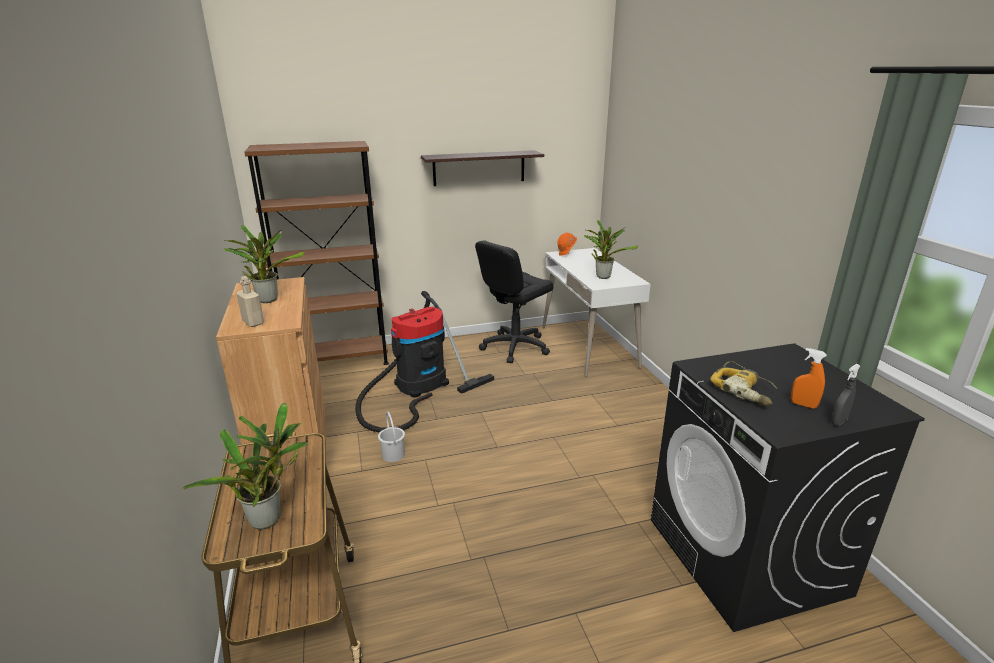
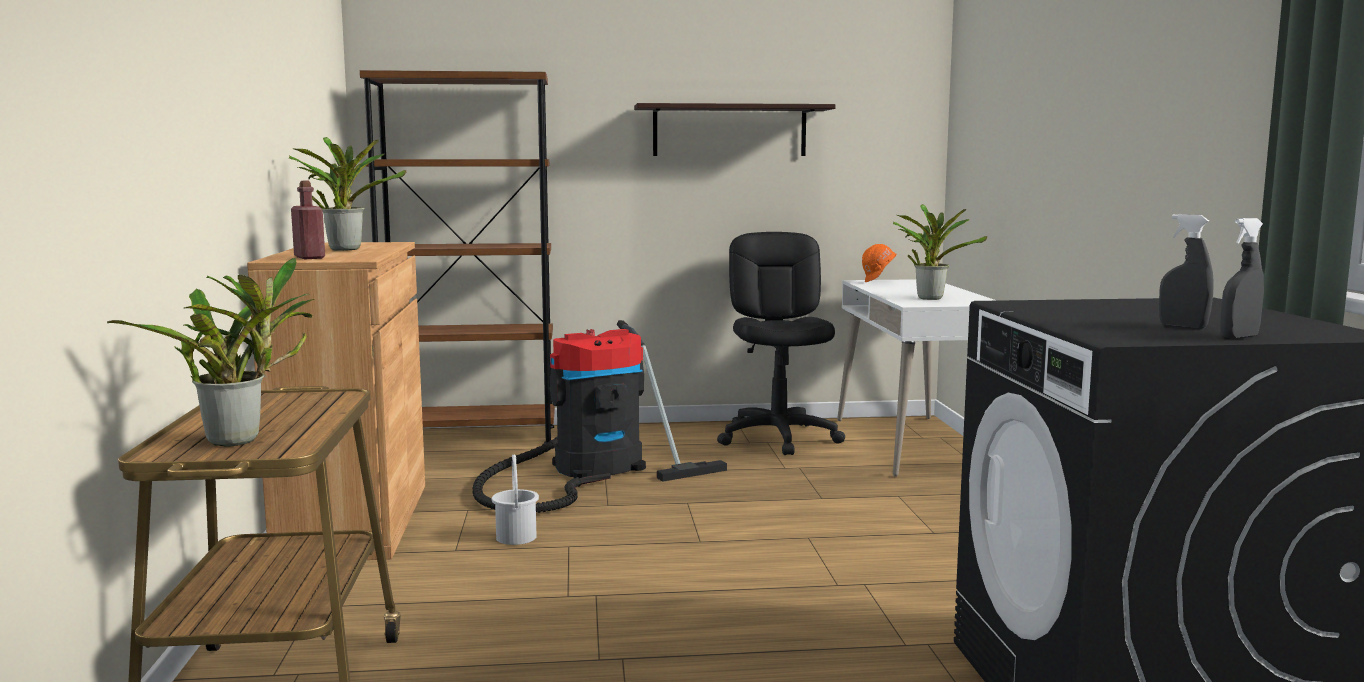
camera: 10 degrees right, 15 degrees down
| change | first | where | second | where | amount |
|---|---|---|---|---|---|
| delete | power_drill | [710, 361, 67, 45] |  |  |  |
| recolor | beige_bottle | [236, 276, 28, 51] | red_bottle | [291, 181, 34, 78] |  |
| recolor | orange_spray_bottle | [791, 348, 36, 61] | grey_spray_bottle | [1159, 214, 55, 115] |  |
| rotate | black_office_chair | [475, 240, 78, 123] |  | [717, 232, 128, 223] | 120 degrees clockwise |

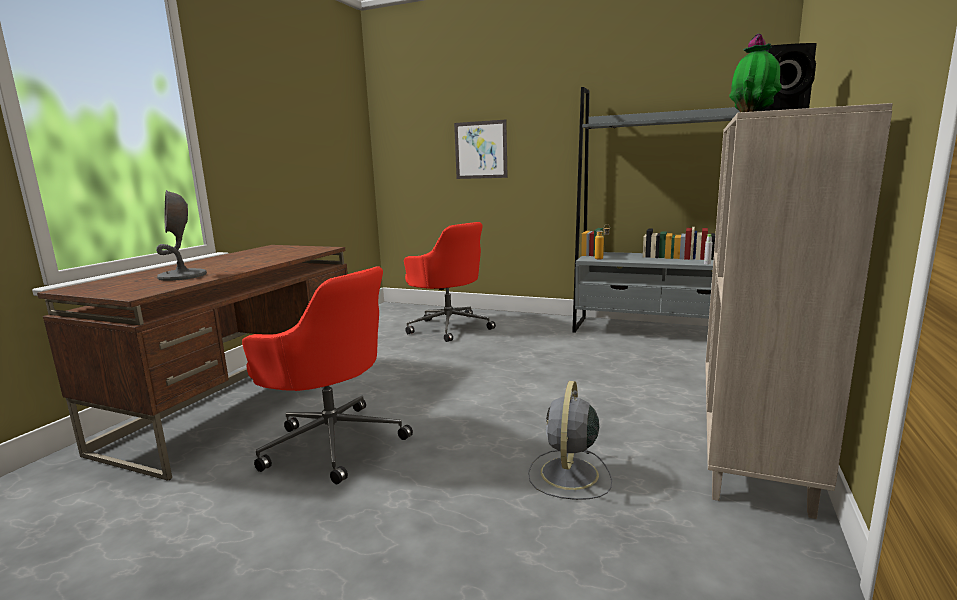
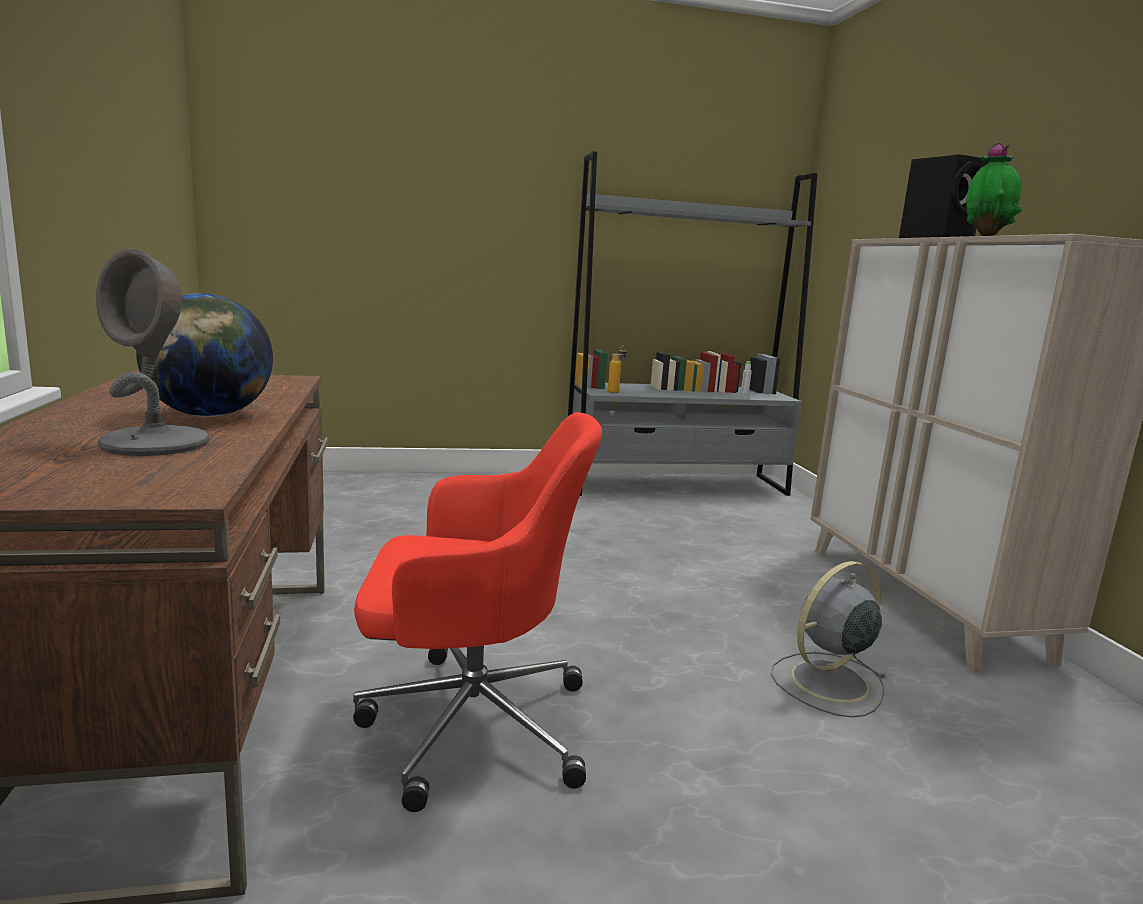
camera: 35 degrees left, 0 degrees up
| change | first | where | second | where | amount |
|---|---|---|---|---|---|
| delete | red_office_chair | [404, 222, 92, 120] |  |  |  |
| delete | picture | [454, 120, 54, 59] |  |  |  |
| insert |  |  | globe | [136, 293, 137, 124] |  |
| rotate | grey_fan | [528, 381, 84, 119] |  | [771, 561, 115, 156] | 75 degrees clockwise |

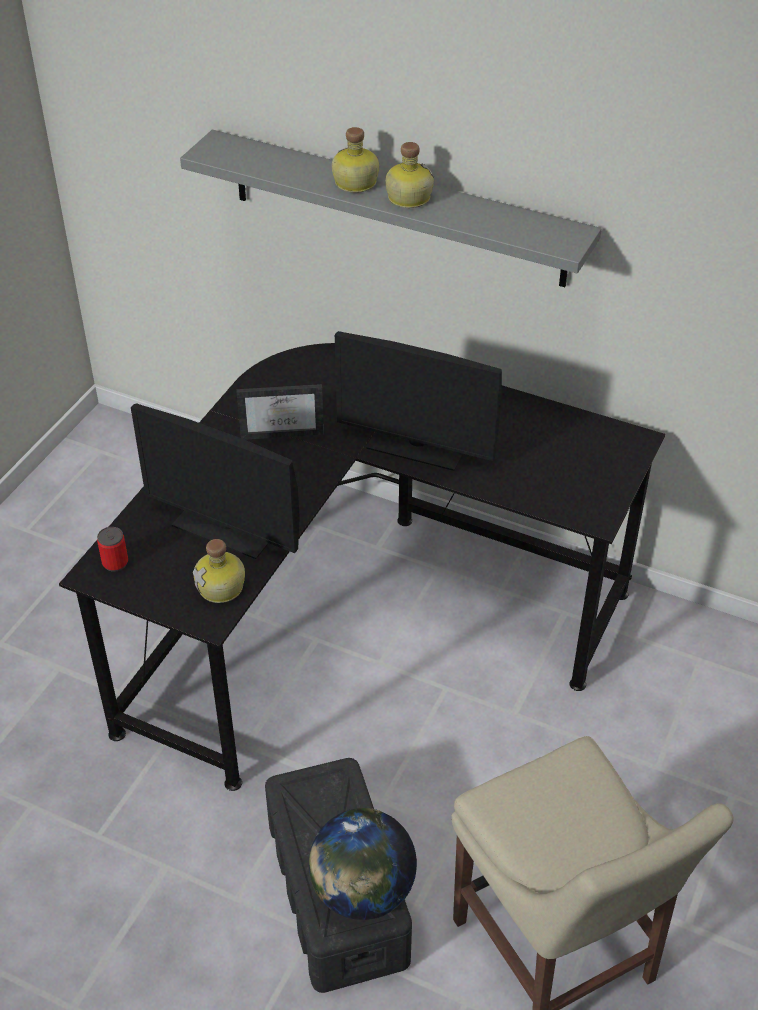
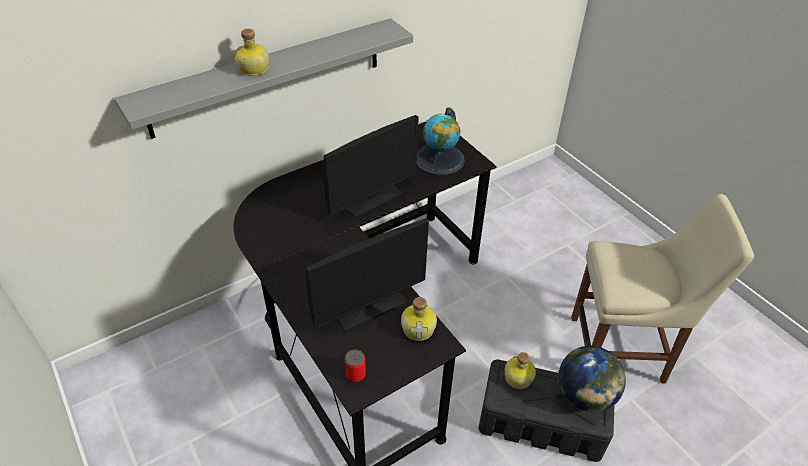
camera: 60 degrees left, 0 degrees up
| change | first | where | second | where | amount |
|---|---|---|---|---|---|
| delete | picture_frame | [236, 384, 88, 56] |  |  |  |
| insert |  |  | globe | [417, 108, 48, 67] |  |
| move | bottle | [385, 142, 49, 66] |  | [505, 352, 31, 37] |  |

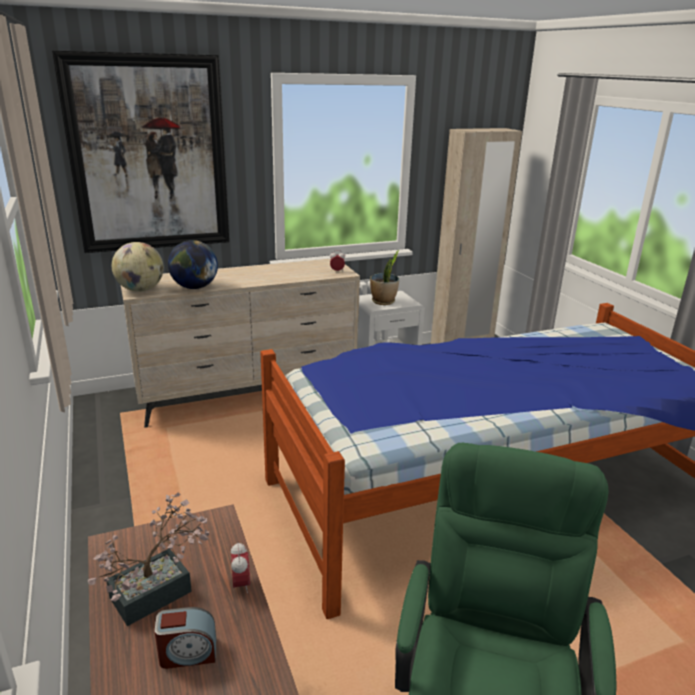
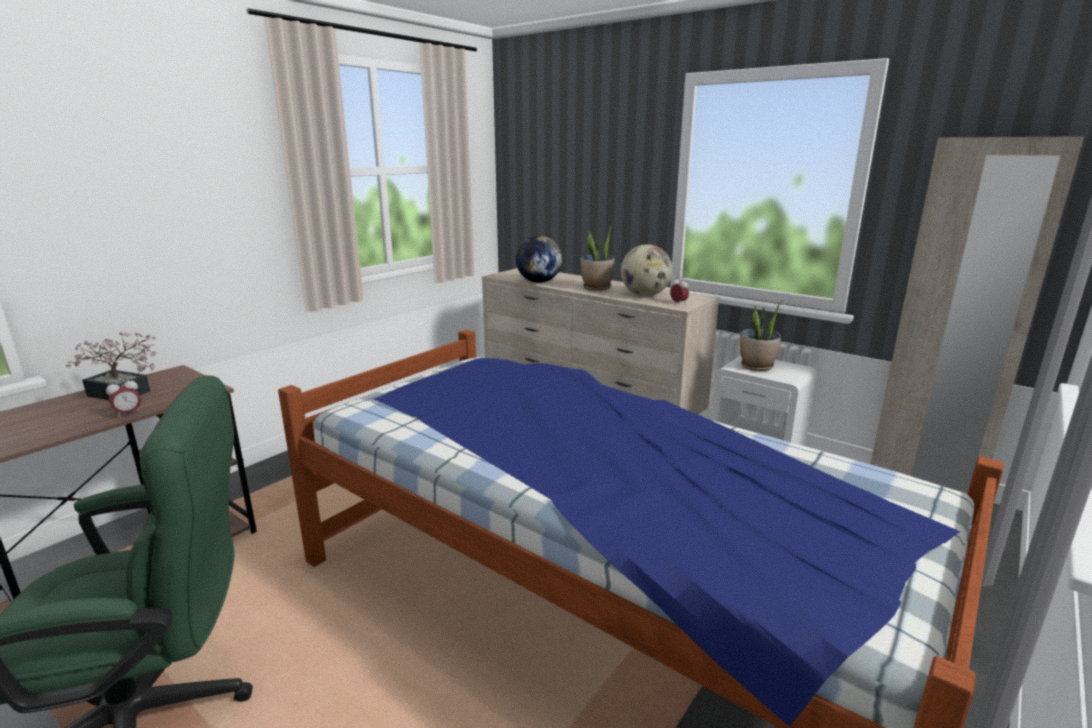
camera: 60 degrees right, 5 degrees down
| change | first | where | second | where | amount |
|---|---|---|---|---|---|
| delete | picture | [52, 50, 177, 203] |  |  |  |
| delete | alarm_clock | [154, 607, 62, 62] |  |  |  |
| insert |  |  | potted_plant | [580, 224, 35, 66] |  |
| move | globe | [112, 242, 52, 50] |  | [621, 244, 52, 52] |  |

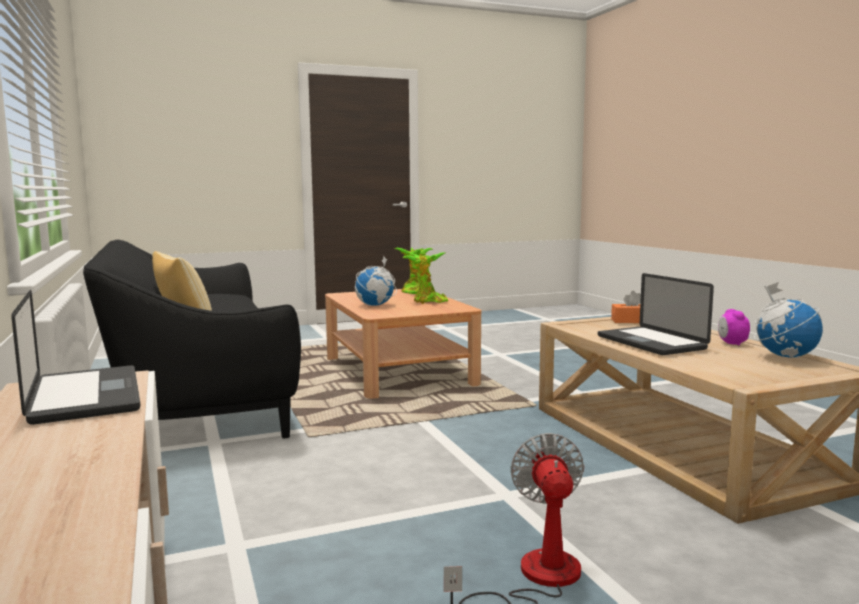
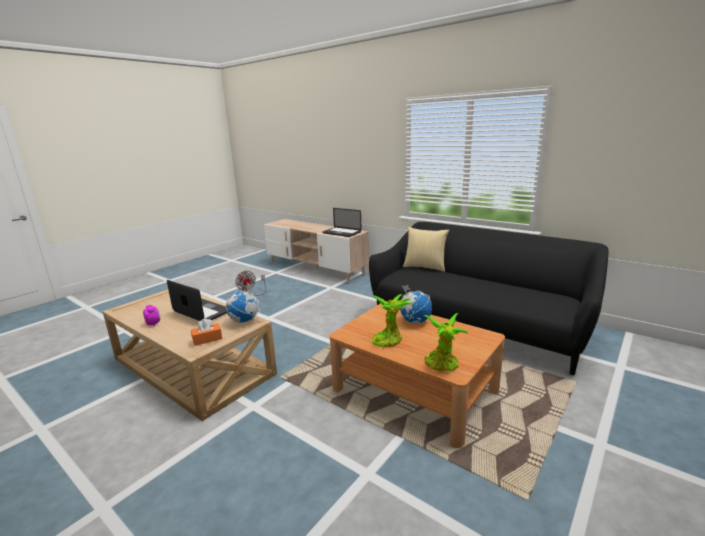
camera: 150 degrees right, 10 degrees up
| change | first | where | second | where | amount |
|---|---|---|---|---|---|
| move | globe | [754, 282, 69, 76] |  | [226, 282, 34, 41] |  |

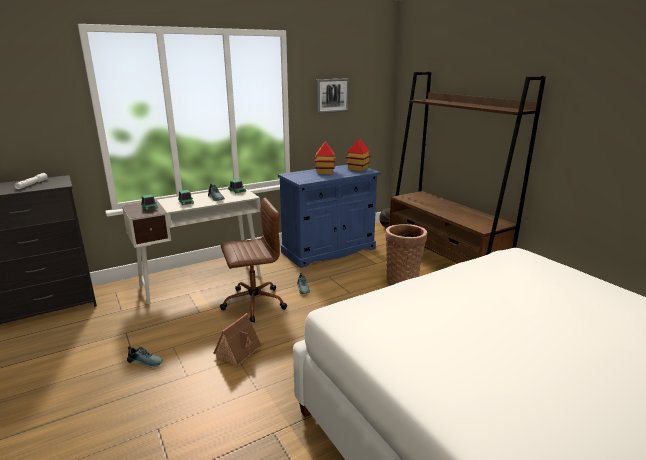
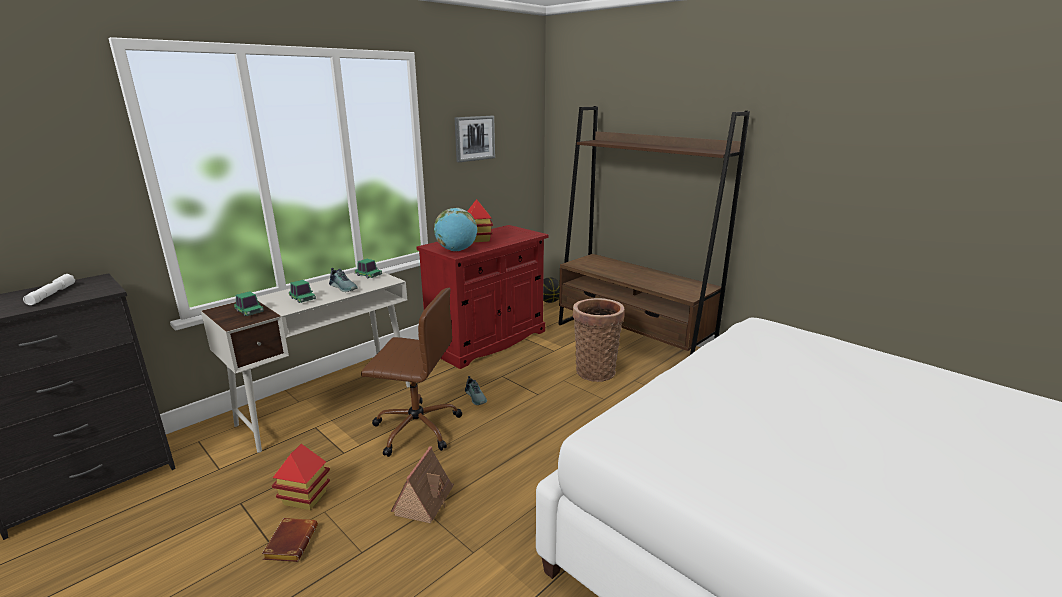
camera: 15 degrees left, 0 degrees up
| change | first | where | second | where | amount |
|---|---|---|---|---|---|
| insert |  |  | globe | [434, 208, 43, 43] |  |
| move | toy_house | [346, 139, 25, 32] |  | [272, 444, 58, 66] |  |
| replace | shoe | [127, 346, 36, 22] | brown_book | [262, 518, 56, 44] |  |
| recolor | blue_cabinet | [278, 165, 103, 103] | red_cabinet | [416, 225, 133, 144] |  |
| rotate | brown_office_chair | [220, 197, 67, 126] |  | [361, 288, 101, 169] | 45 degrees clockwise |

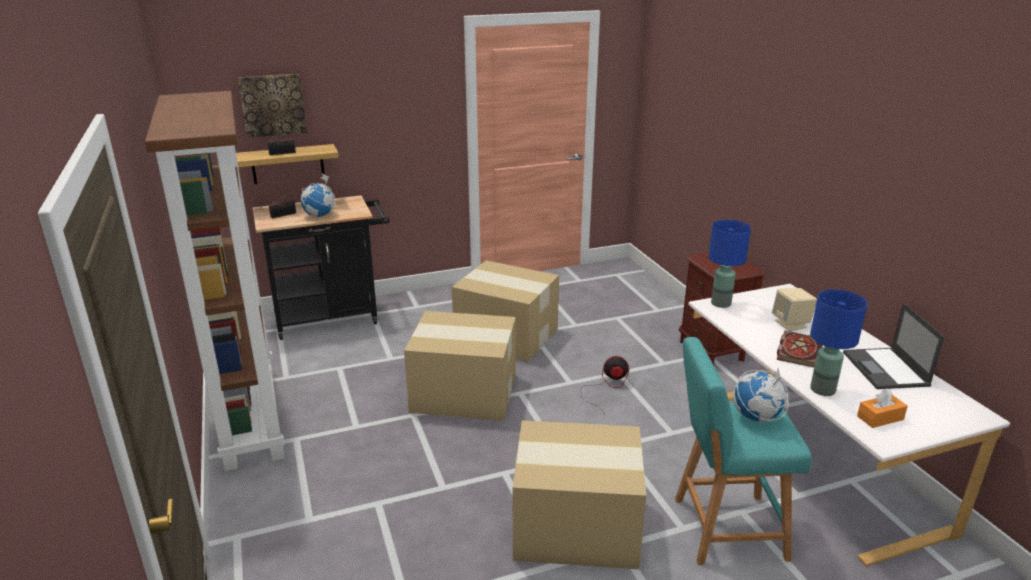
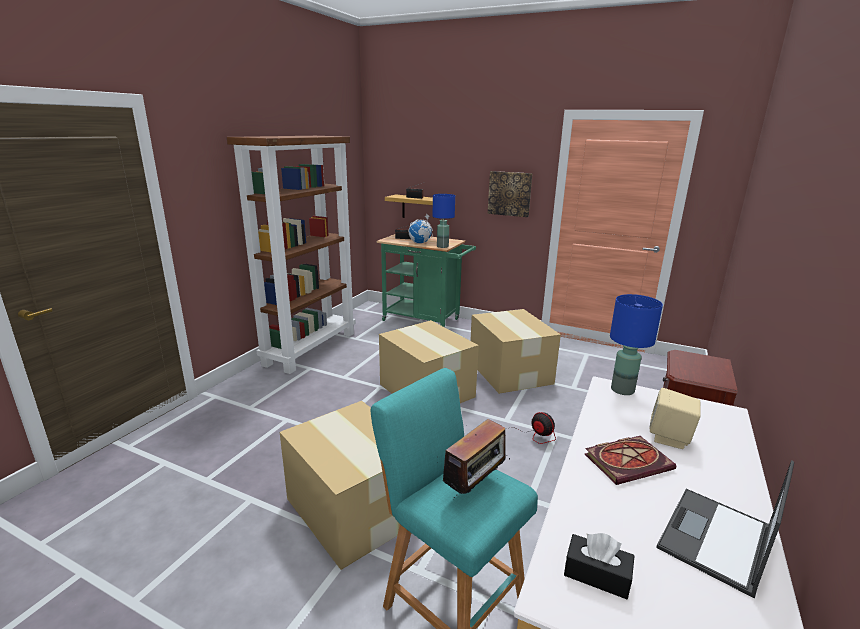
camera: 45 degrees right, 5 degrees down
| change | first | where | second | where | amount |
|---|---|---|---|---|---|
| move | picture | [238, 74, 69, 64] |  | [488, 171, 44, 46] |  |
| move | blue_table_lamp | [810, 289, 58, 107] |  | [432, 194, 23, 54] |  |
| replace | globe | [733, 368, 55, 55] | radio | [443, 419, 67, 79] |  |
| recolor | black_cart | [253, 195, 137, 145] | green_cart | [376, 234, 100, 93] |  |
| recolor | orange_tissue_box | [857, 388, 51, 40] | black_tissue_box | [564, 533, 71, 66] |  |

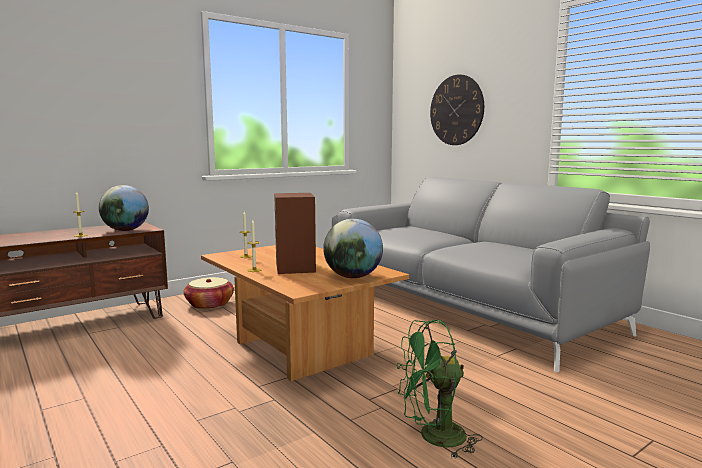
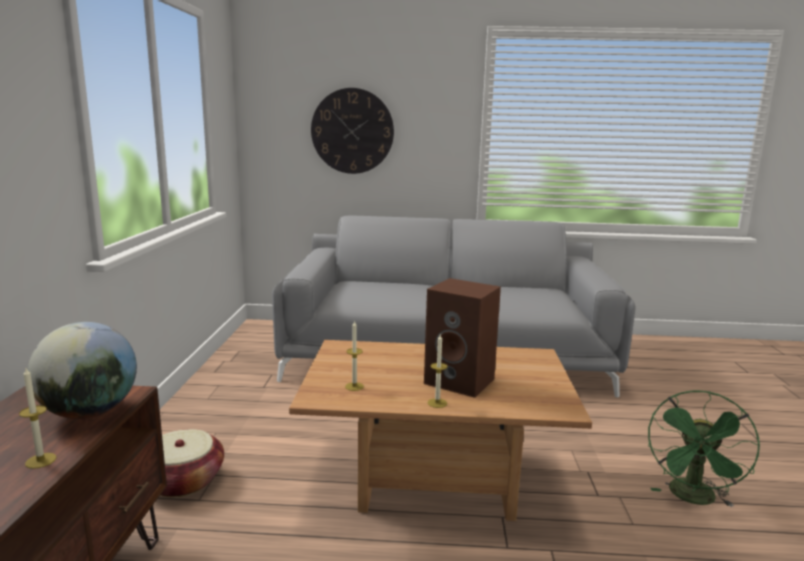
camera: 50 degrees left, 5 degrees up
| change | first | where | second | where | amount |
|---|---|---|---|---|---|
| delete | globe | [323, 219, 60, 59] |  |  |  |

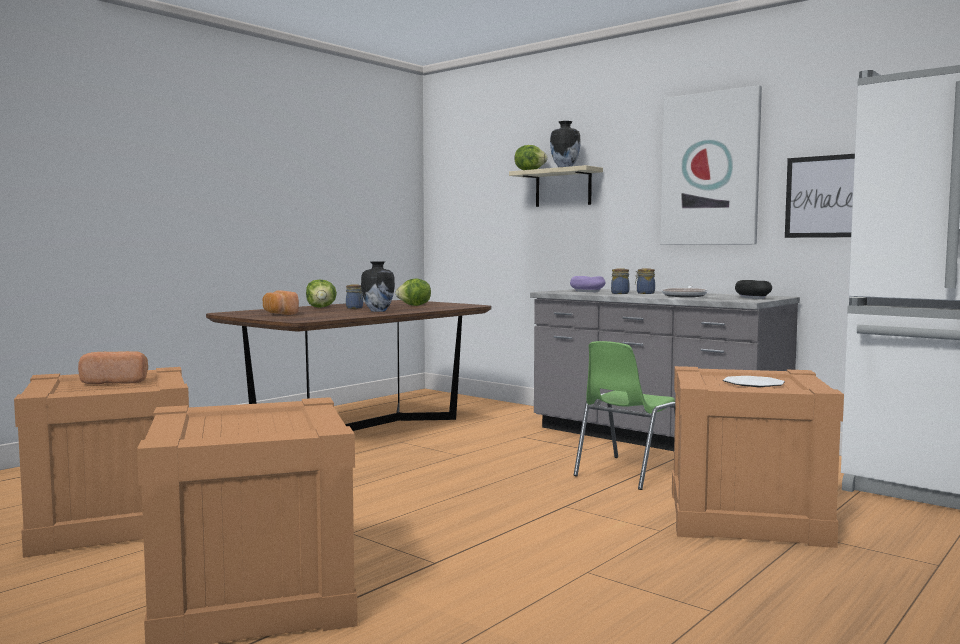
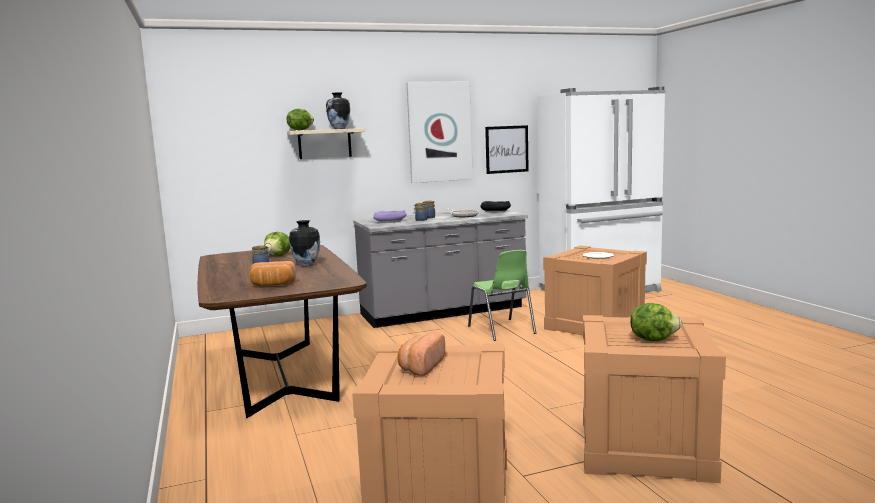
camera: 60 degrees left, 5 degrees up
| change | first | where | second | where | amount |
|---|---|---|---|---|---|
| move | lettuce | [306, 279, 31, 29] |  | [630, 303, 52, 38] |  |

